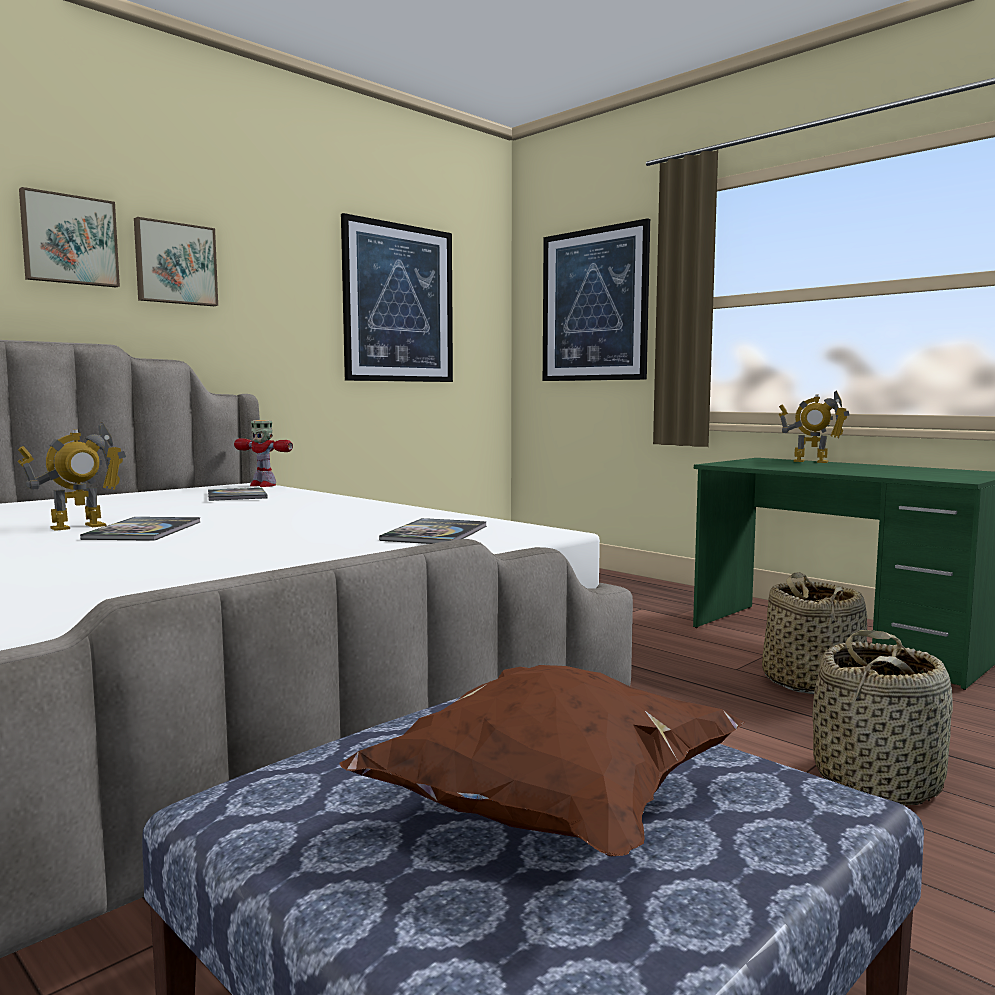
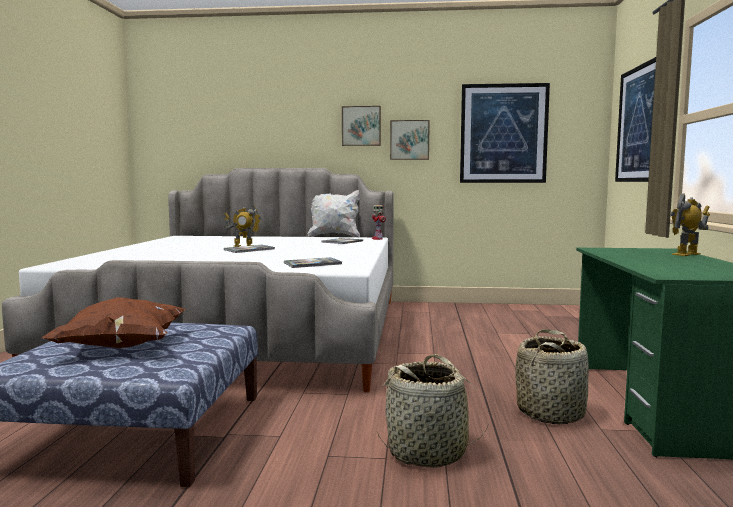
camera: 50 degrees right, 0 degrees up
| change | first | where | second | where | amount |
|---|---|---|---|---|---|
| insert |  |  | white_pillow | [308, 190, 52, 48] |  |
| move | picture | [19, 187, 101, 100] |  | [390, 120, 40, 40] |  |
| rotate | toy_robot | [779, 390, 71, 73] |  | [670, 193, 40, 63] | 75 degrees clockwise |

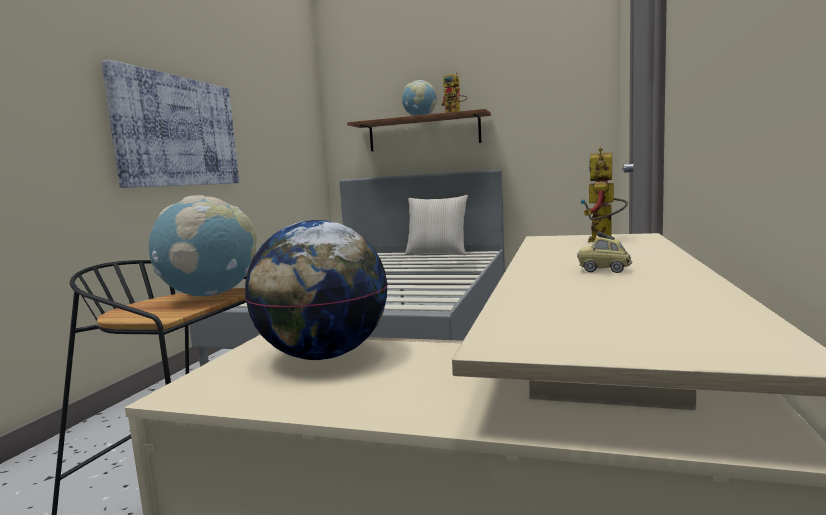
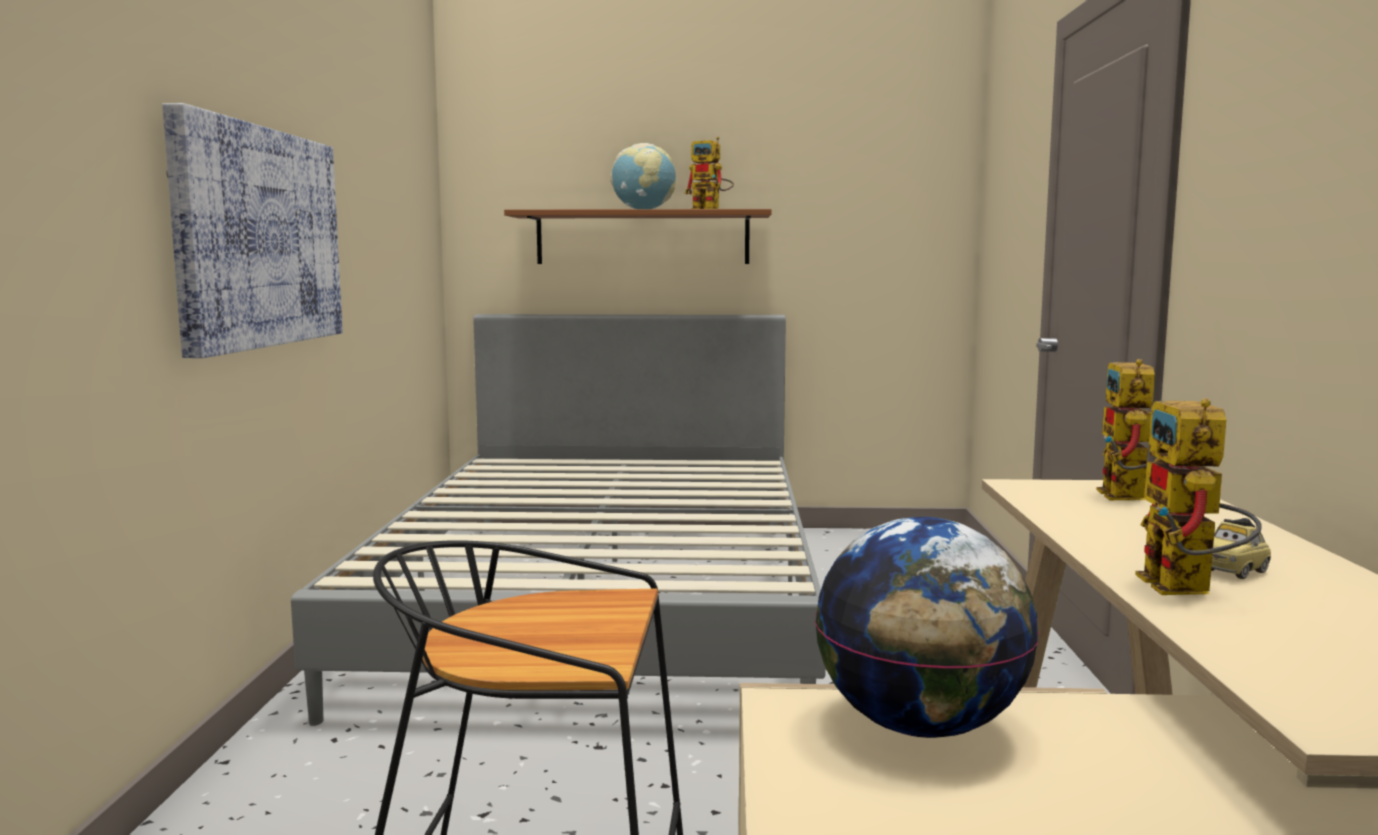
camera: 15 degrees left, 0 degrees up
| change | first | where | second | where | amount |
|---|---|---|---|---|---|
| delete | globe | [148, 195, 109, 102] |  |  |  |
| delete | beige_pillow | [405, 195, 63, 60] |  |  |  |
| insert |  |  | toy_robot | [1135, 398, 127, 197] |  |
| rotate | toy_car | [577, 231, 55, 42] |  | [1211, 518, 60, 61] | 45 degrees counterclockwise |

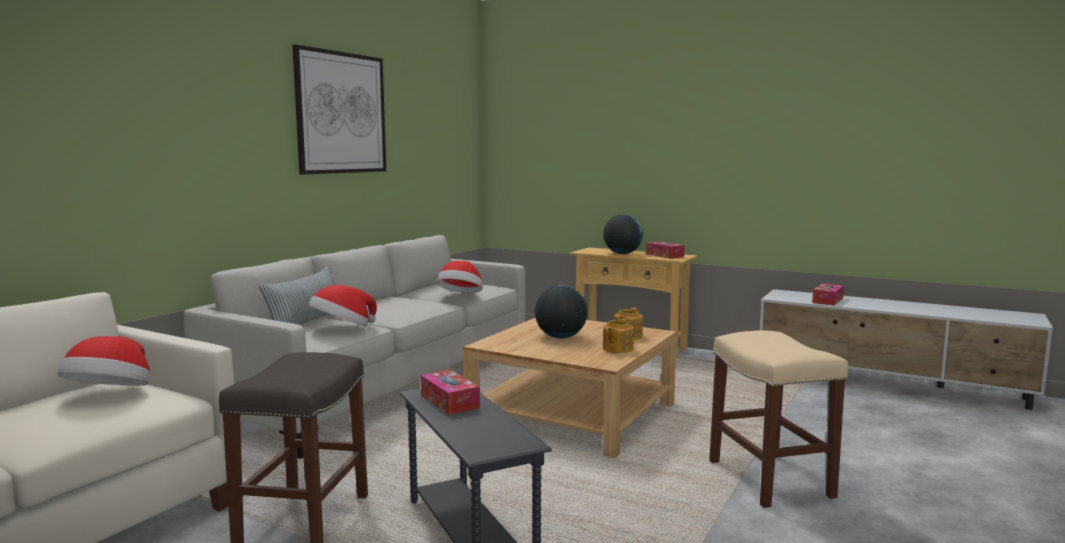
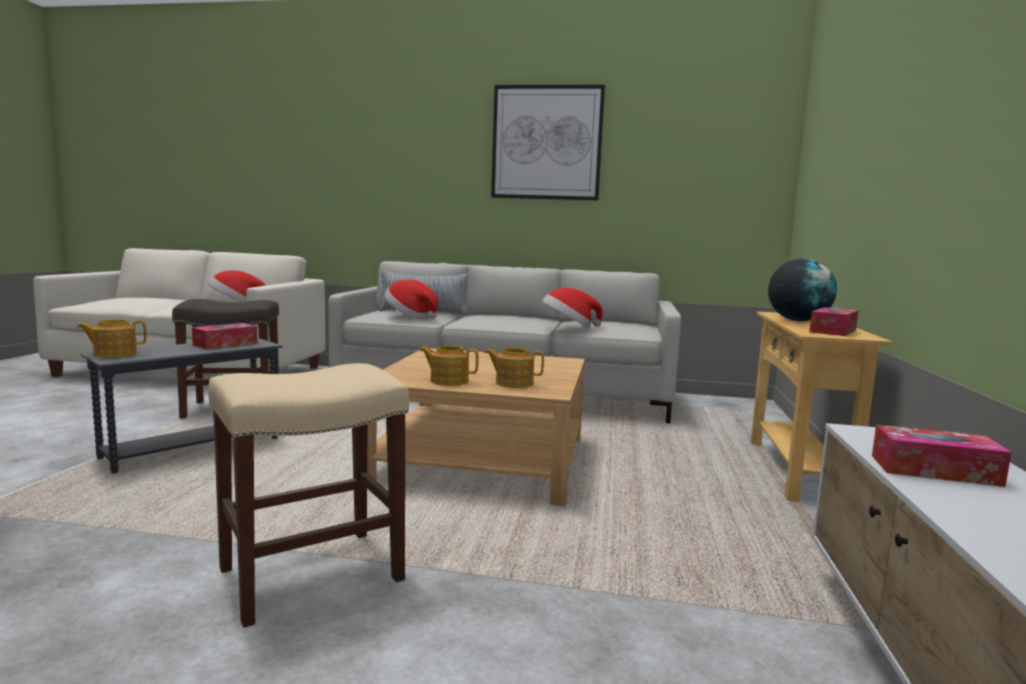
camera: 70 degrees right, 0 degrees up
| change | first | where | second | where | amount |
|---|---|---|---|---|---|
| delete | globe | [535, 285, 53, 53] |  |  |  |
| insert |  |  | teapot | [77, 320, 70, 38] |  |

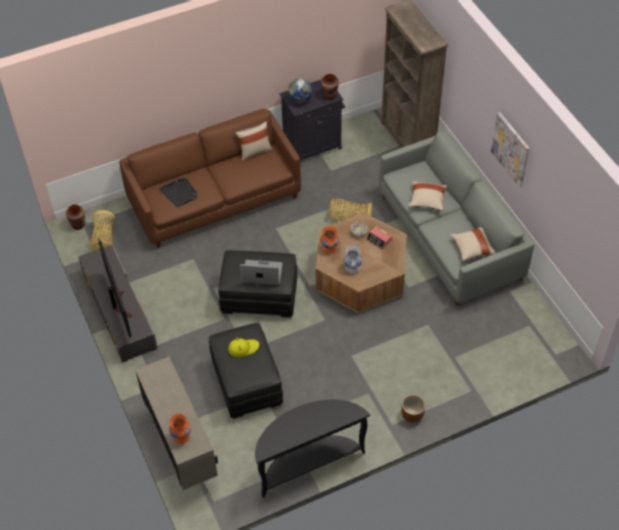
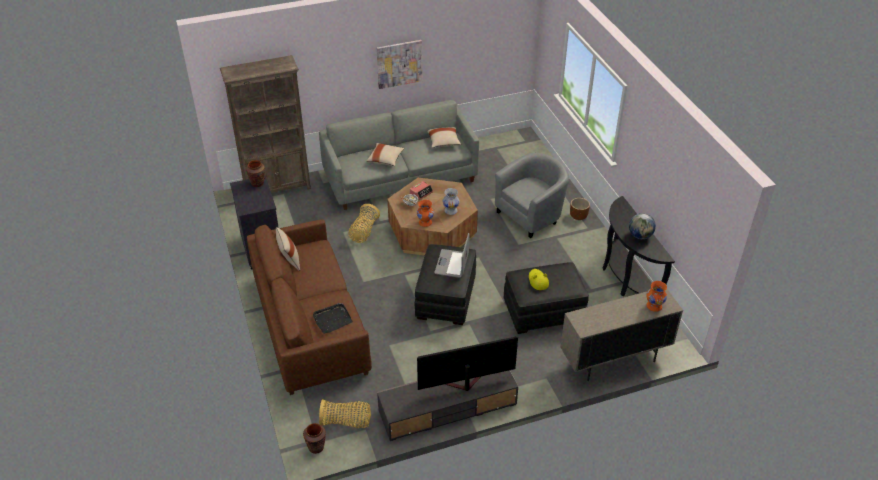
camera: 85 degrees left, 10 degrees down
| change | first | where | second | where | amount |
|---|---|---|---|---|---|
| insert |  |  | grey_armchair | [495, 153, 74, 85] |  |
| move | globe | [288, 78, 25, 25] |  | [629, 213, 27, 26] |  |

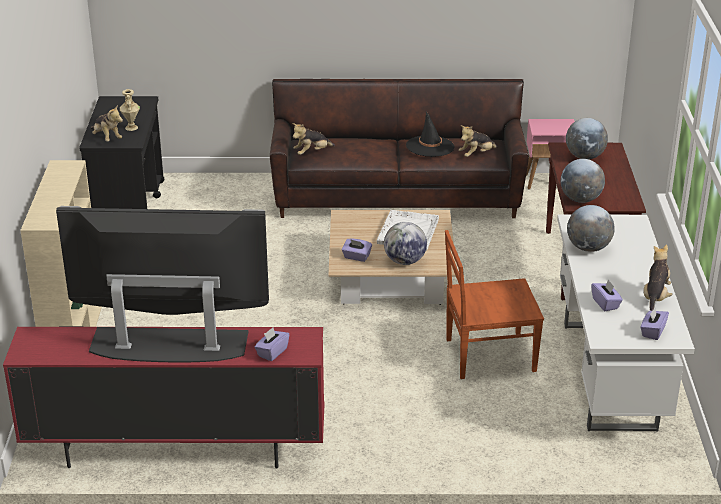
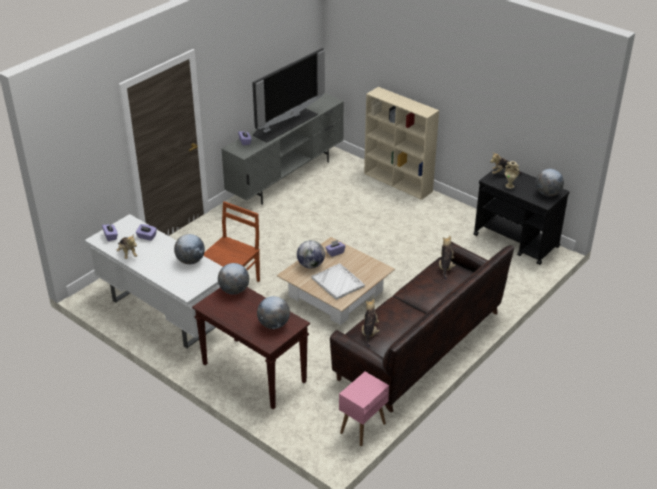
camera: 130 degrees right, 5 degrees up
| change | first | where | second | where | amount |
|---|---|---|---|---|---|
| delete | black_hat | [406, 111, 49, 46] |  |  |  |
| insert |  |  | globe | [536, 169, 28, 27] |  |
| recolor | red_tv_stand | [3, 326, 322, 143] | grey_tv_stand | [221, 93, 123, 112] |  |

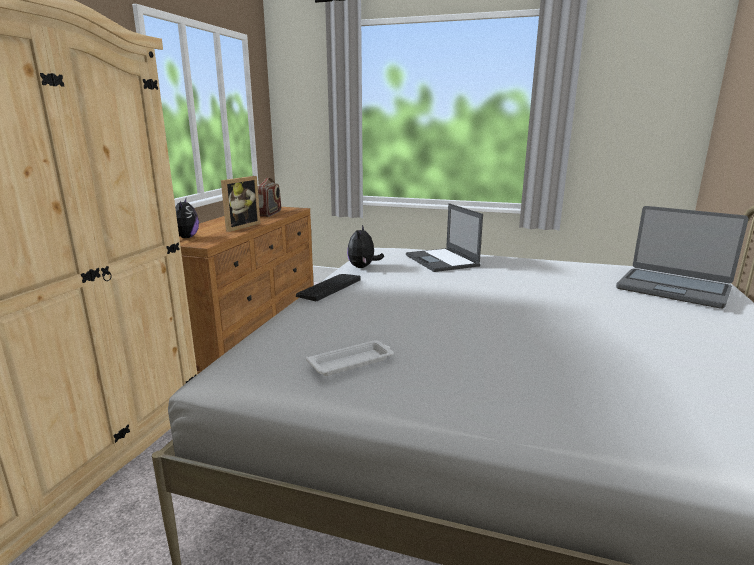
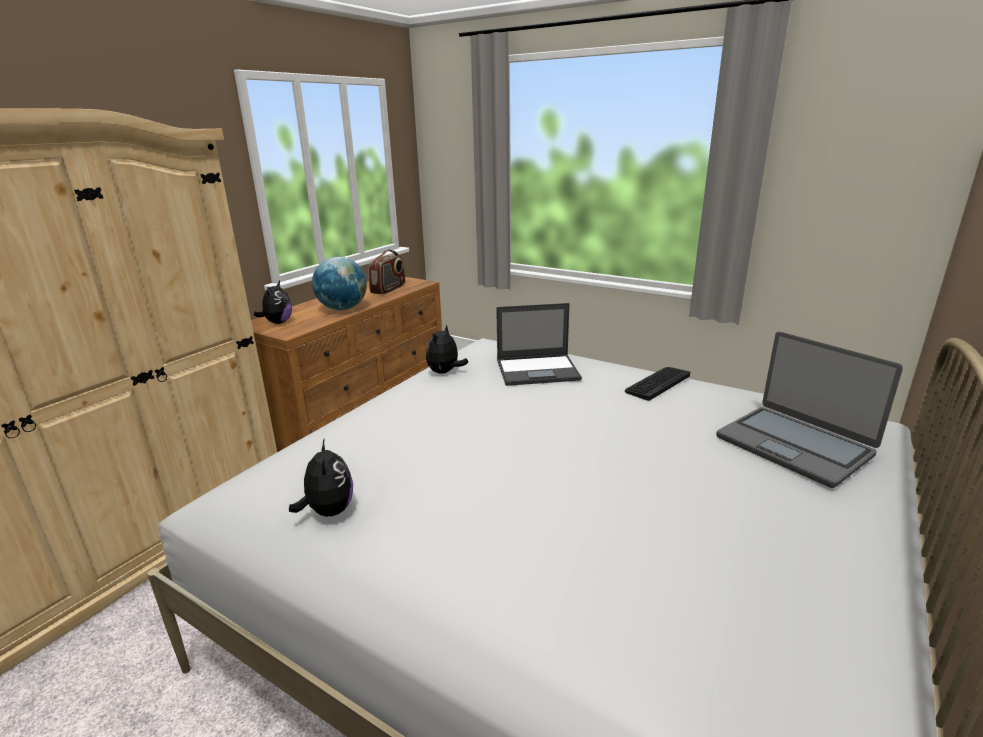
camera: 15 degrees right, 5 degrees up
| change | first | where | second | where | amount |
|---|---|---|---|---|---|
| move | keyboard | [296, 274, 64, 27] |  | [625, 367, 65, 34] |  |
| replace | picture_frame | [221, 176, 39, 56] | globe | [312, 257, 55, 53] |  |
| replace | white_tray | [306, 340, 88, 36] | plush_toy | [289, 440, 64, 77] |  |
| rotate | laptop | [406, 203, 77, 69] |  | [496, 303, 86, 83] | 90 degrees counterclockwise |

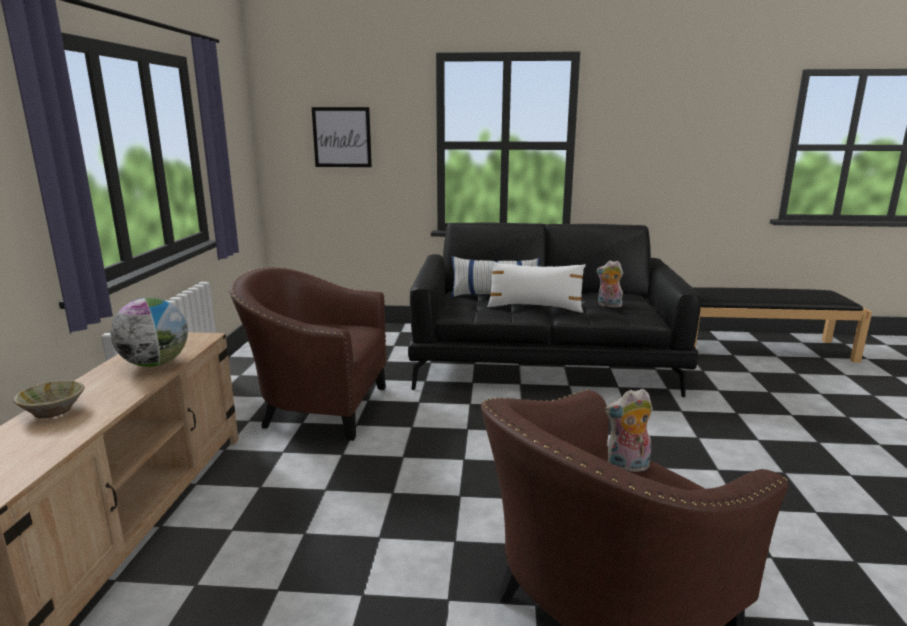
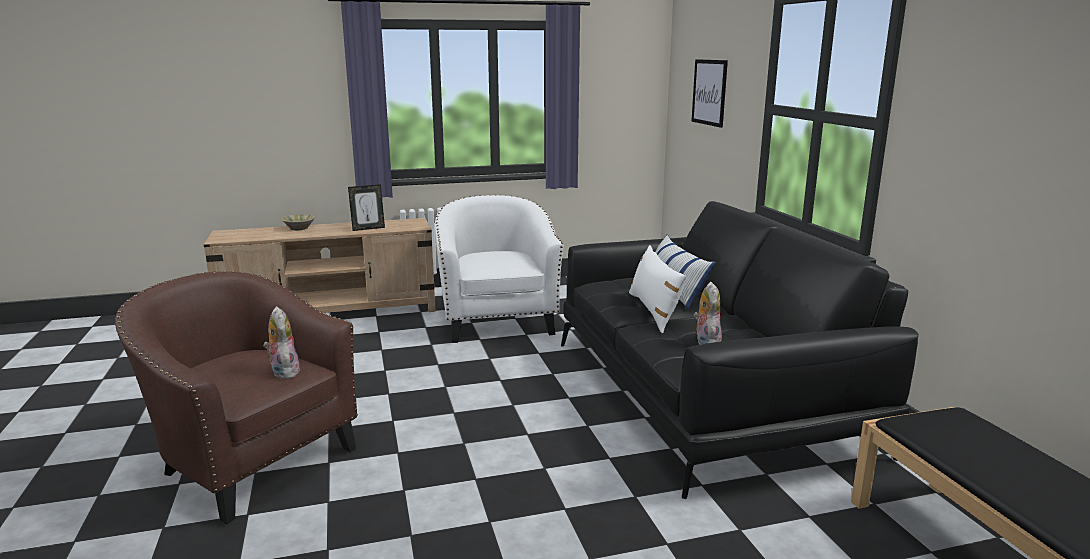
camera: 70 degrees right, 0 degrees up
| change | first | where | second | where | amount |
|---|---|---|---|---|---|
| replace | globe | [111, 298, 77, 69] | picture_frame | [348, 184, 37, 47] |  |
| recolor | brown_armchair | [230, 267, 157, 174] | white_armchair | [435, 195, 129, 148] |  |

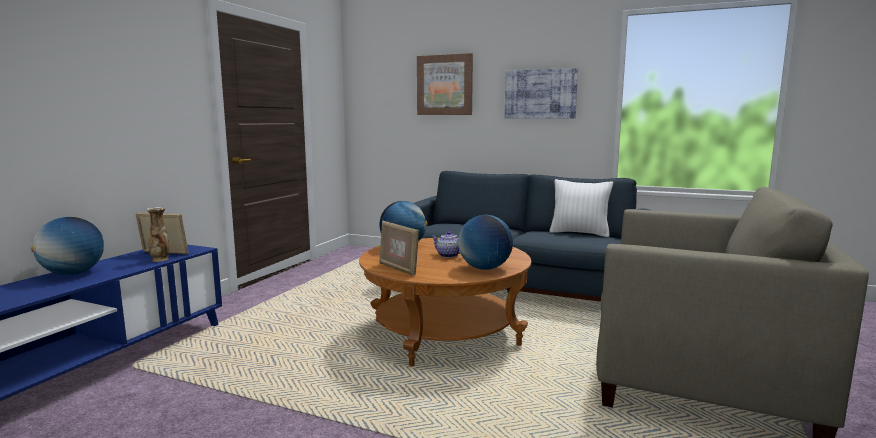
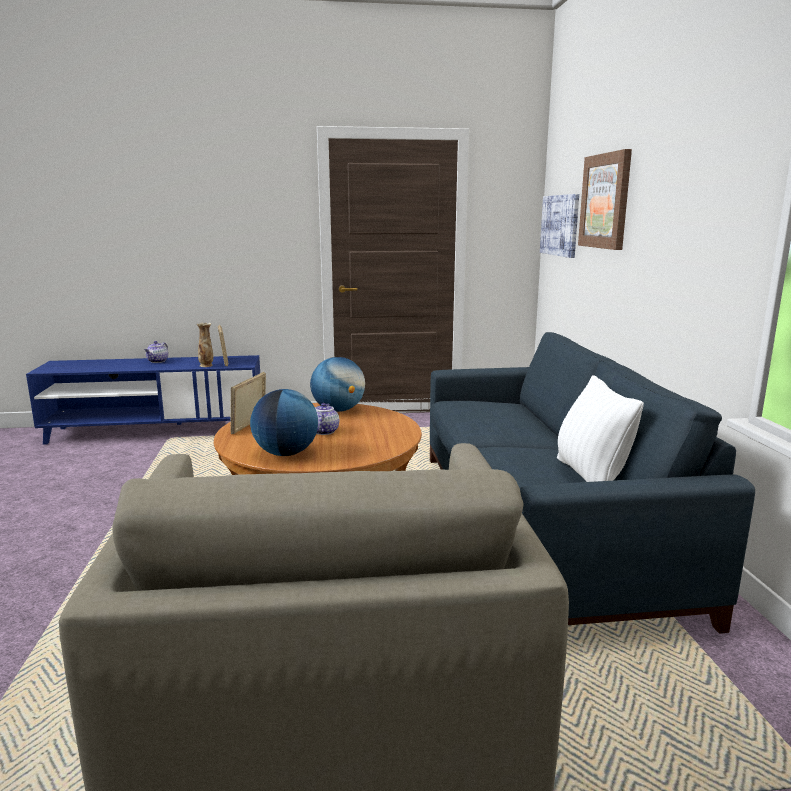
camera: 60 degrees right, 5 degrees up
| change | first | where | second | where | amount |
|---|---|---|---|---|---|
| move | picture | [505, 68, 73, 51] |  | [540, 194, 39, 64] |  |
| replace | globe | [31, 217, 73, 58] | teapot | [145, 341, 23, 22] |  |

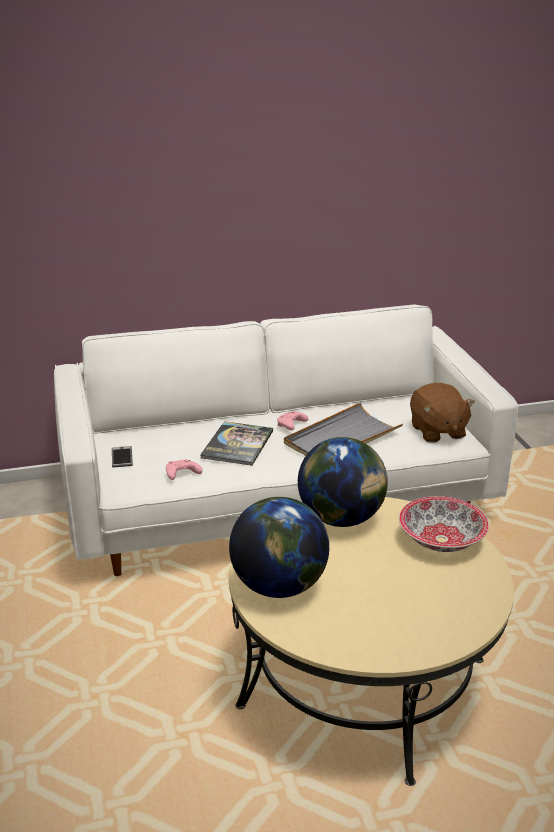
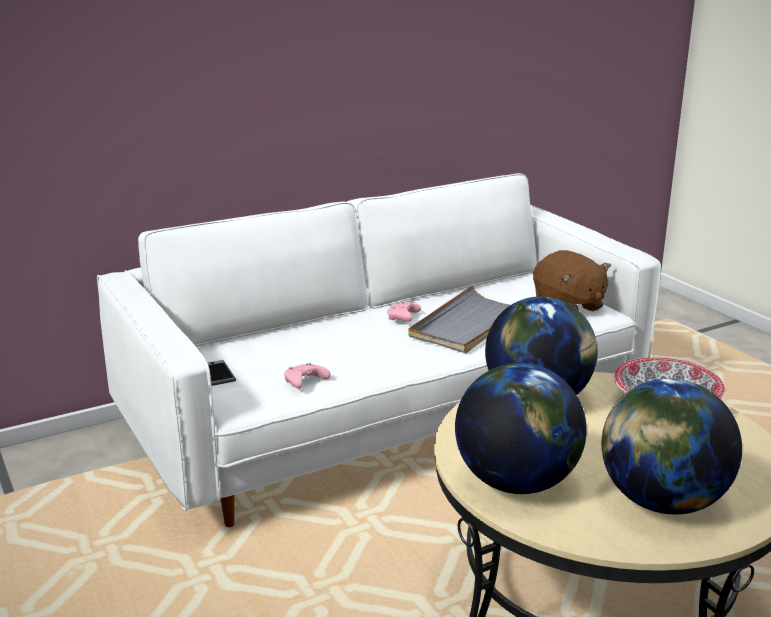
camera: 15 degrees left, 5 degrees down
| change | first | where | second | where | amount |
|---|---|---|---|---|---|
| delete | book | [200, 421, 73, 45] |  |  |  |
| insert |  |  | globe | [601, 379, 141, 135] |  |

